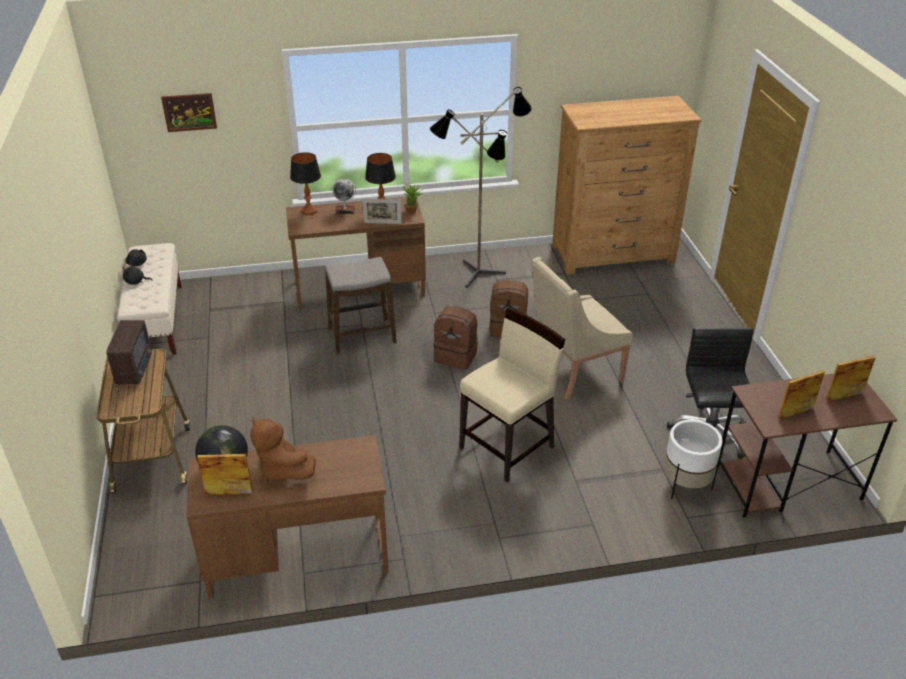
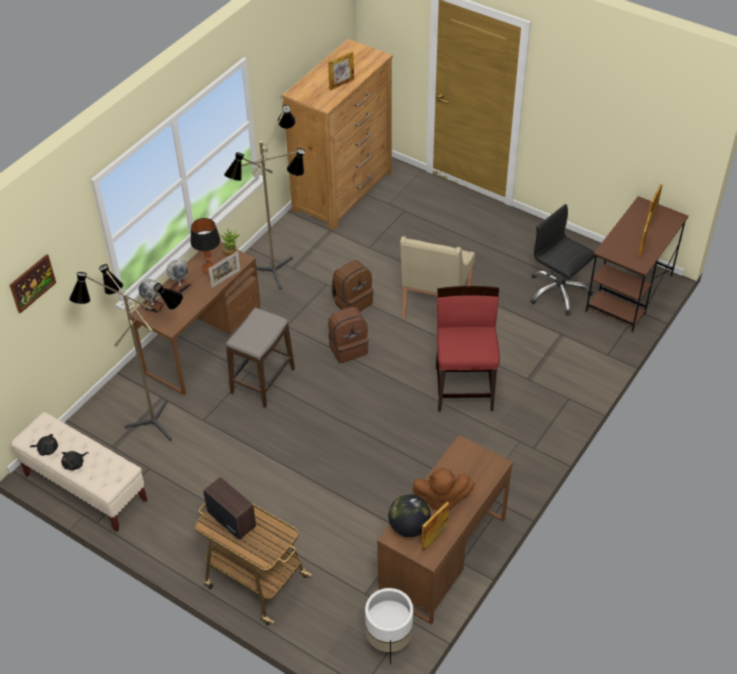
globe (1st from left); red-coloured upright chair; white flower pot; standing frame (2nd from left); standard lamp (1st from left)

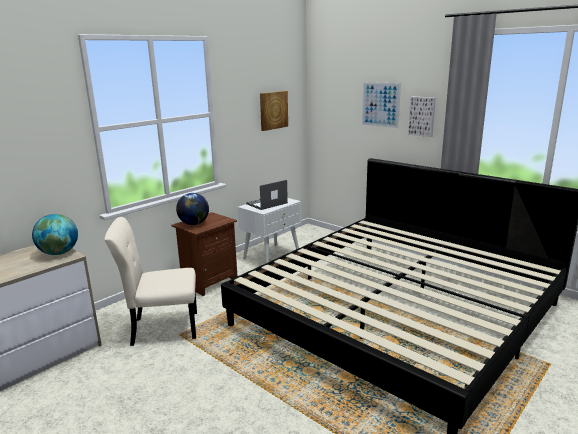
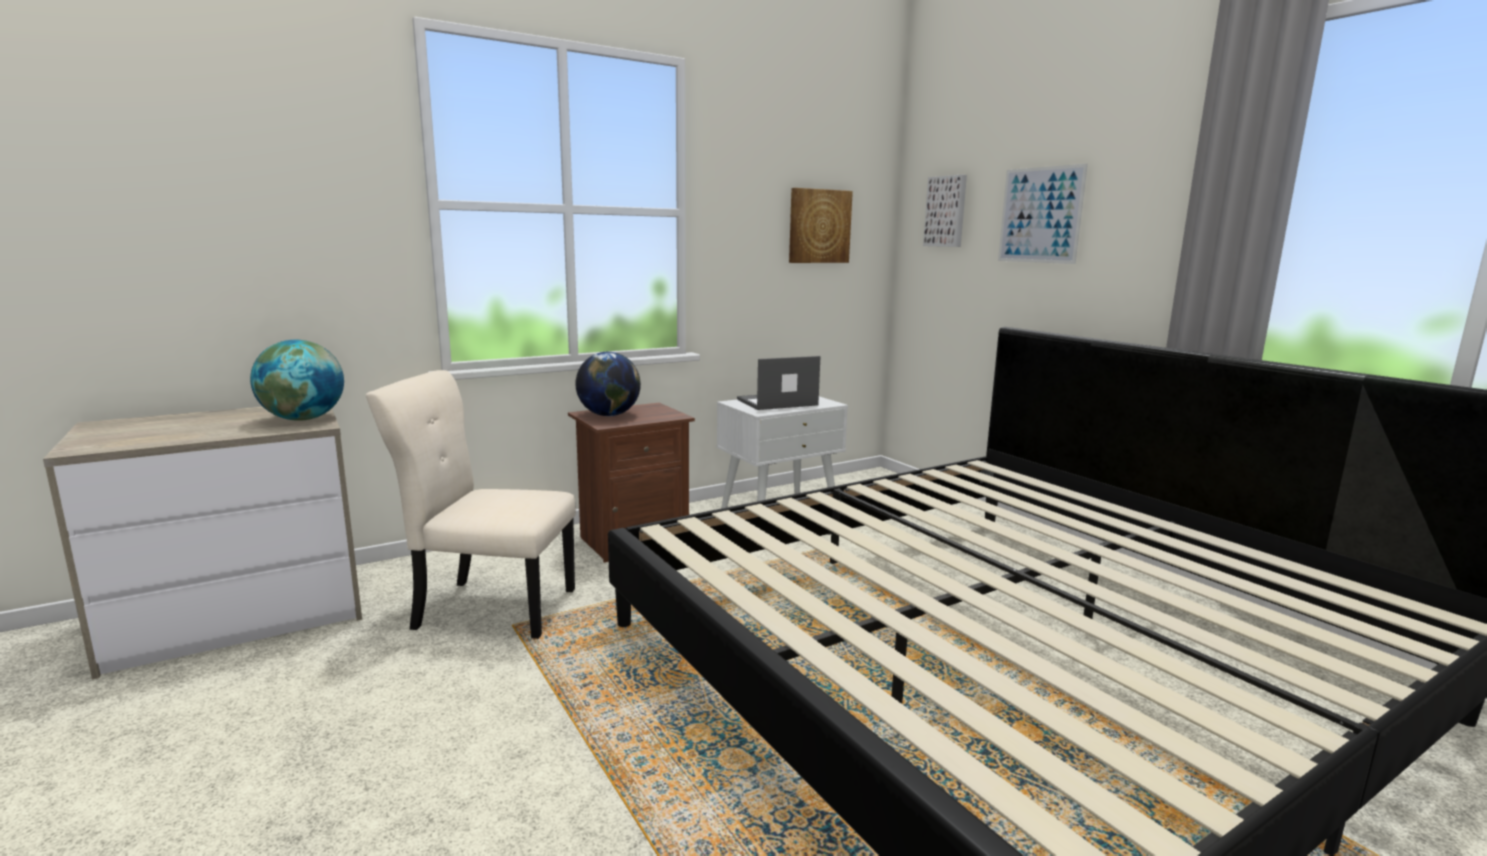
wall art (2nd from left)

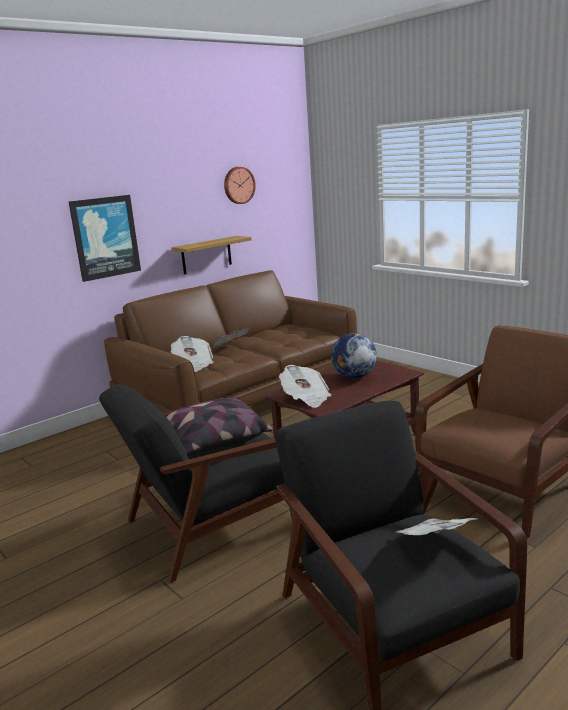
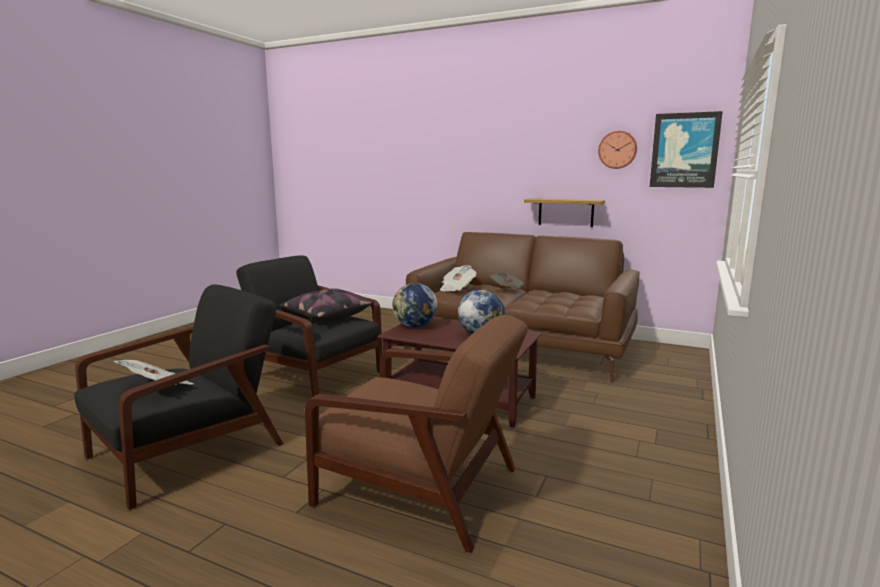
wall art; globe (1st from left)

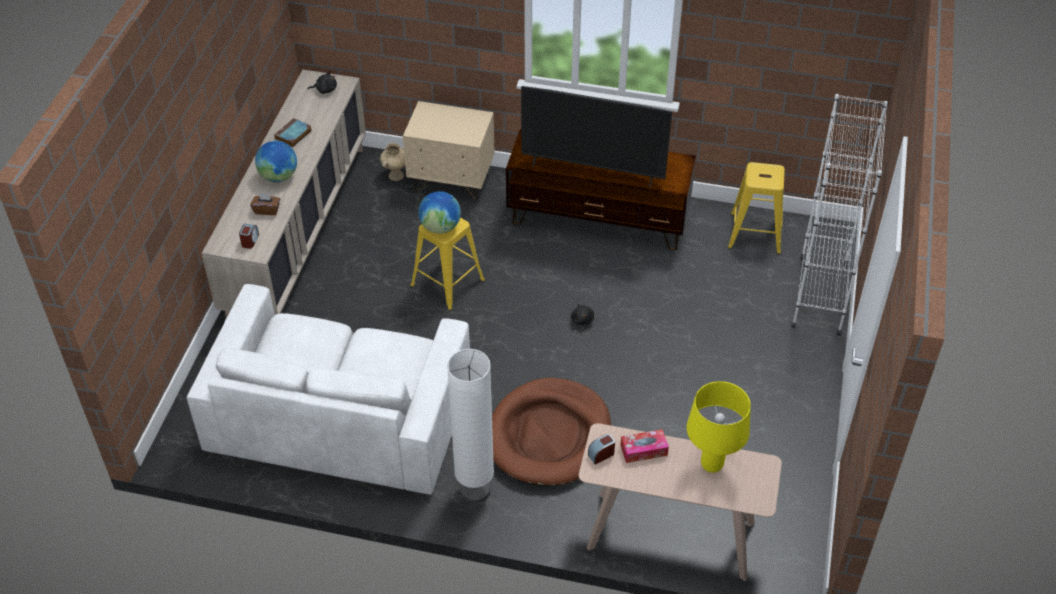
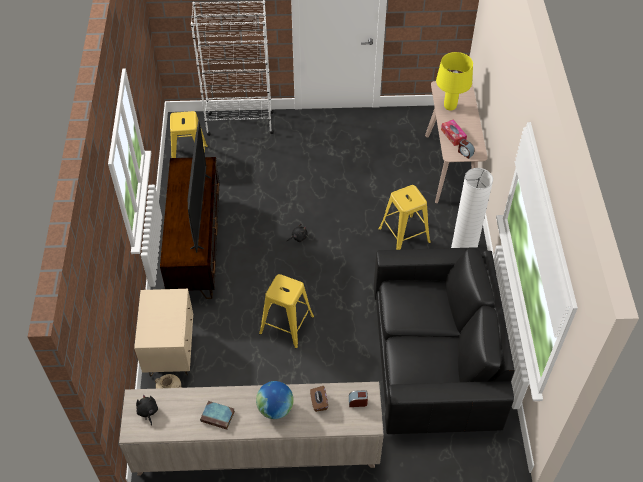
globe (2nd from left in the first image); blackish settee; yellow-coloured stool seat (3rd from left)

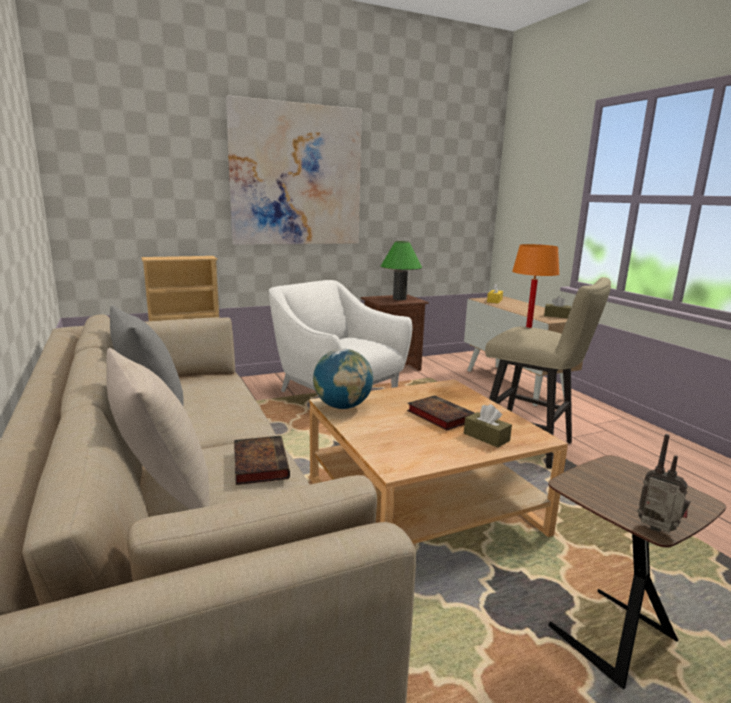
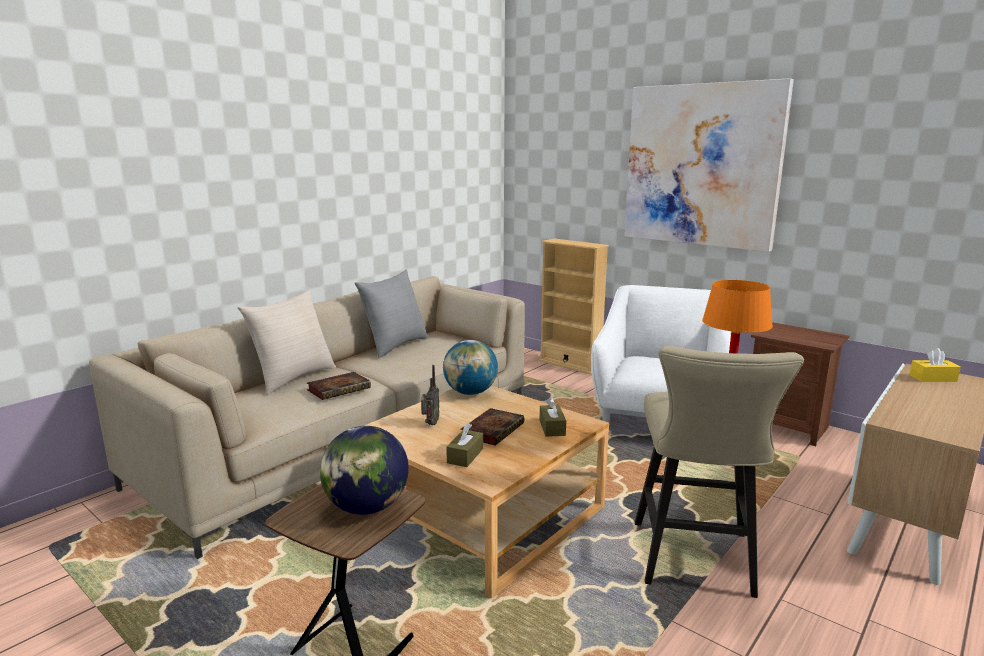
greenish table lamp; brown tissue holder (2nd from left); radio receiver; globe (1st from left)

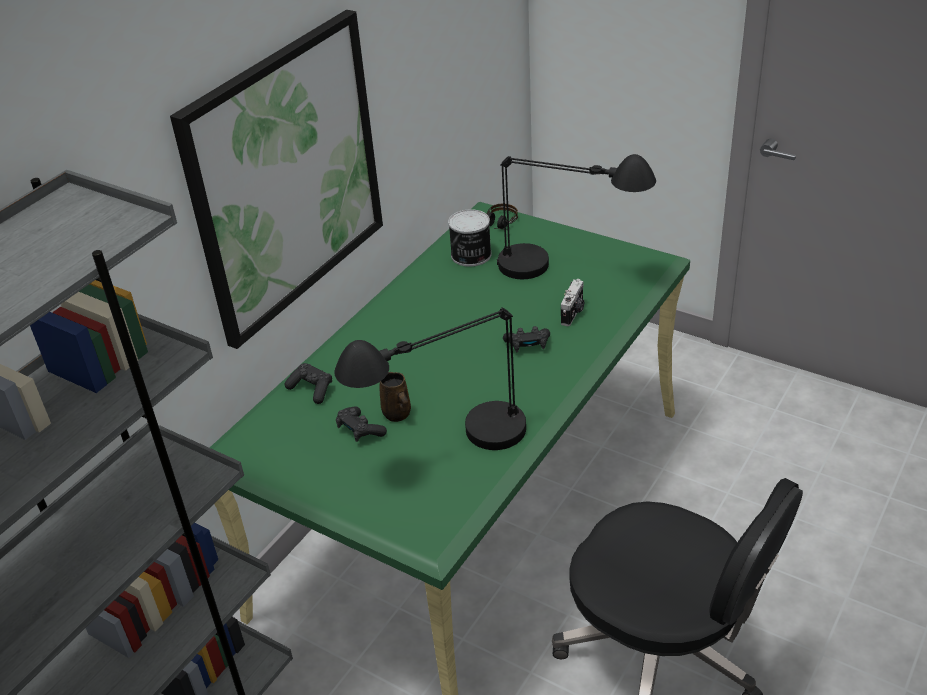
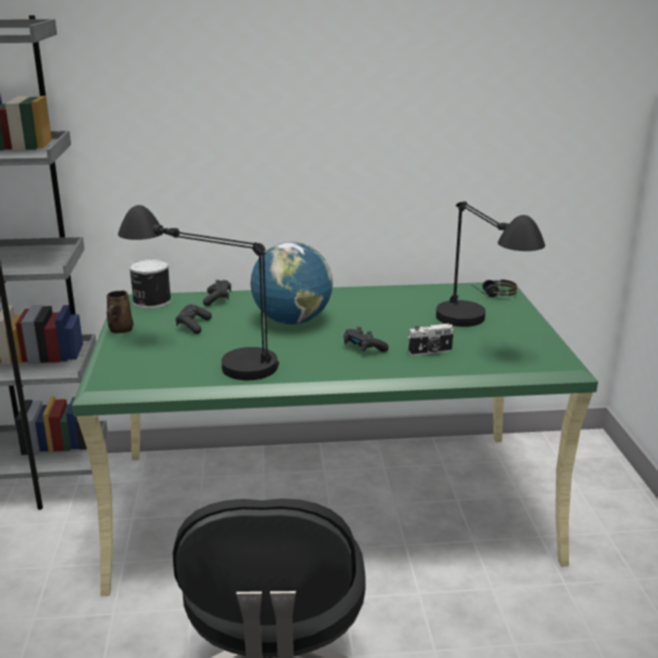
wall art; sealed can; brown coffee mug; globe

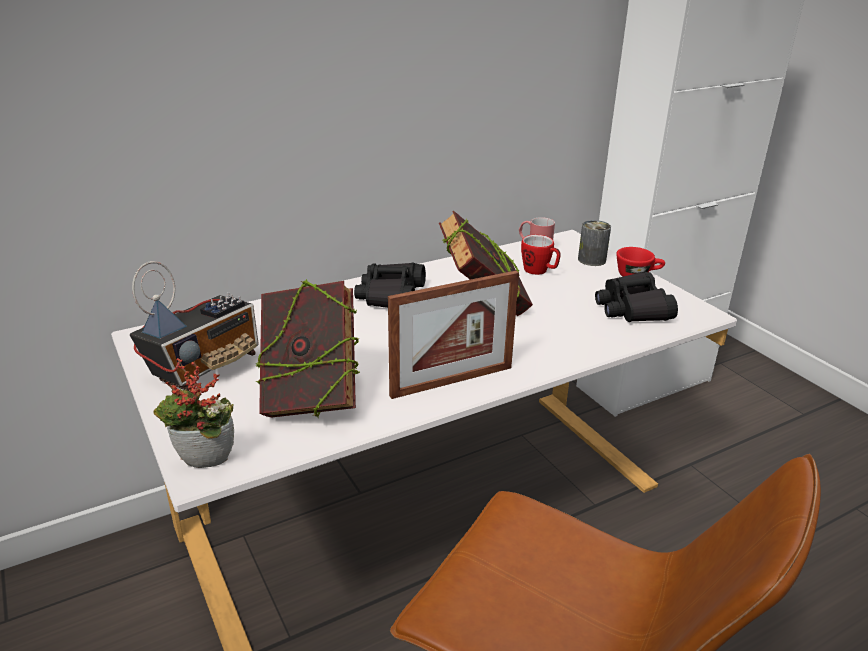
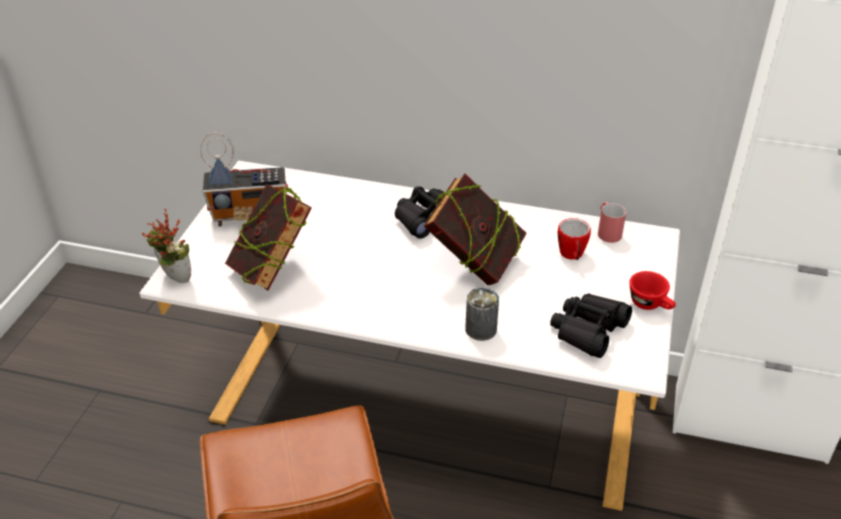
sealed can; standing frame

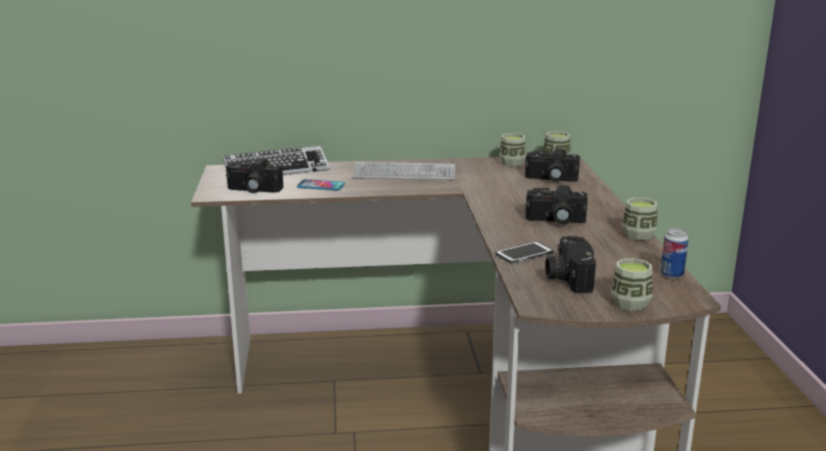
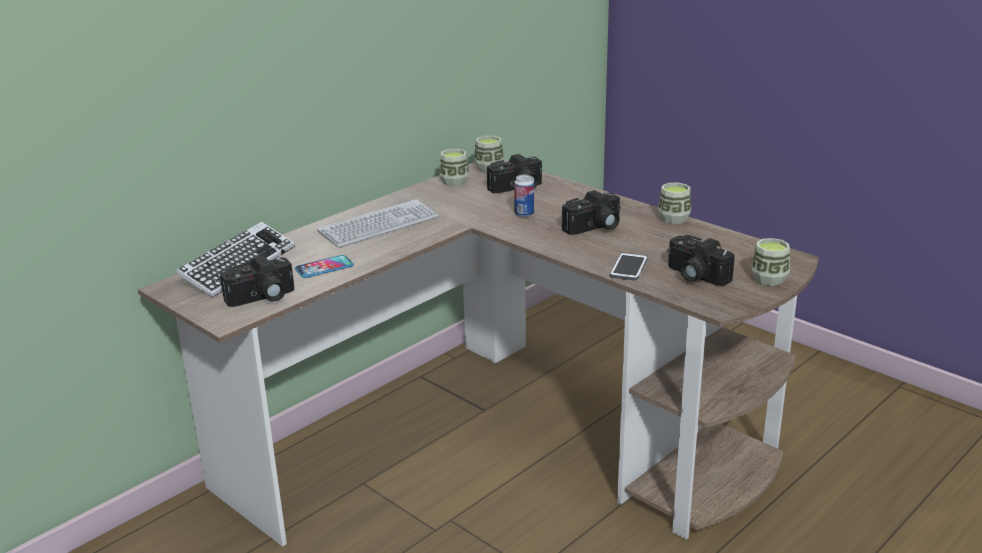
sealed can

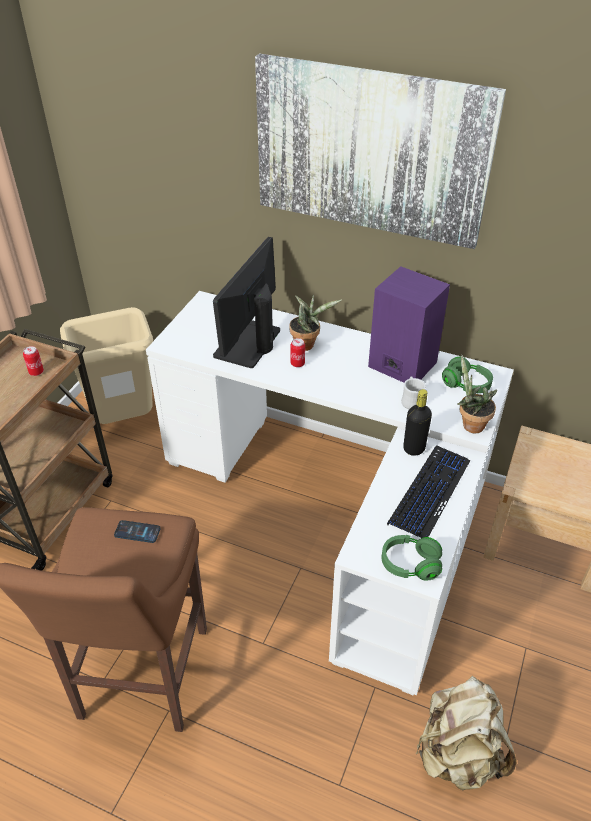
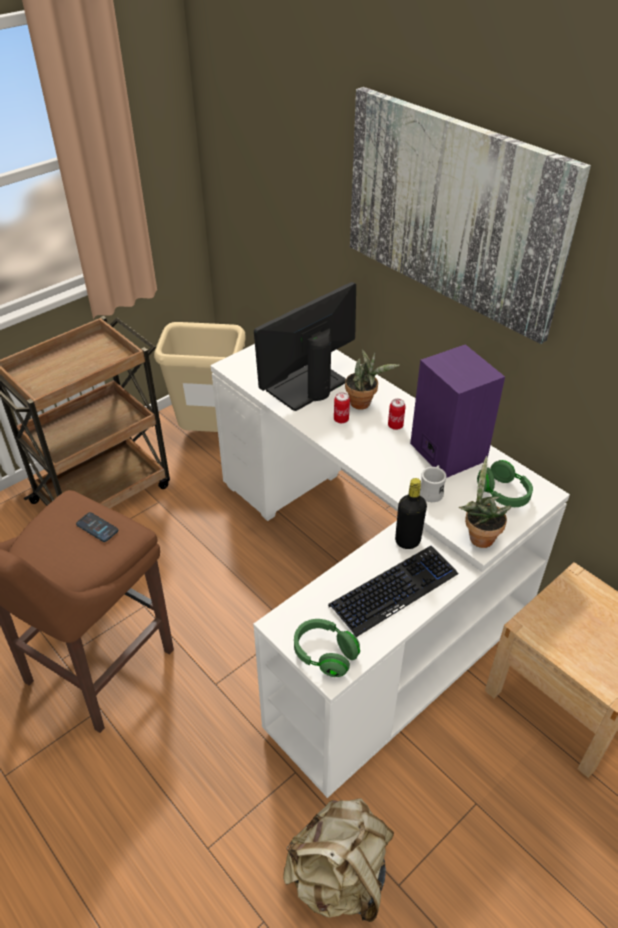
sealed can (2nd from left)

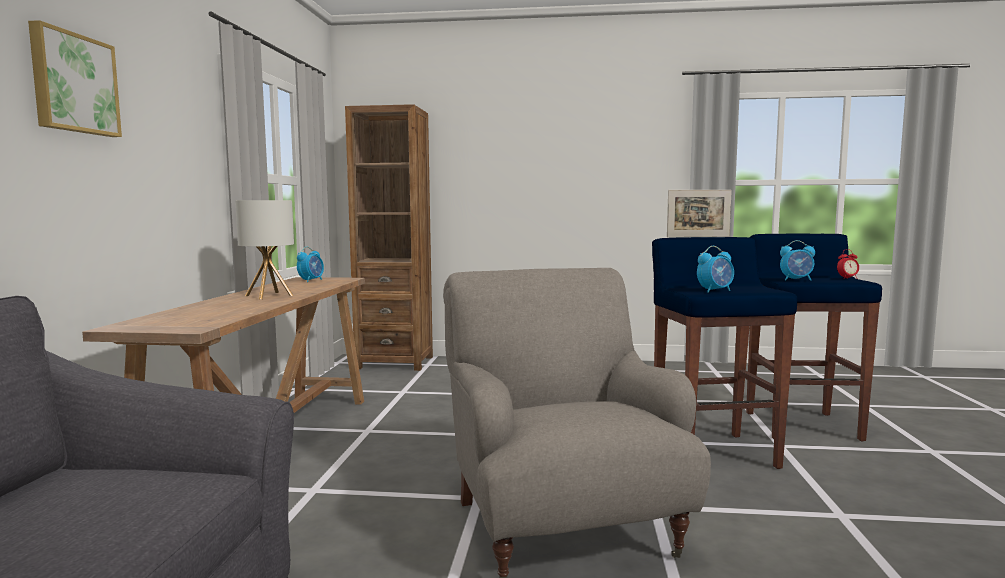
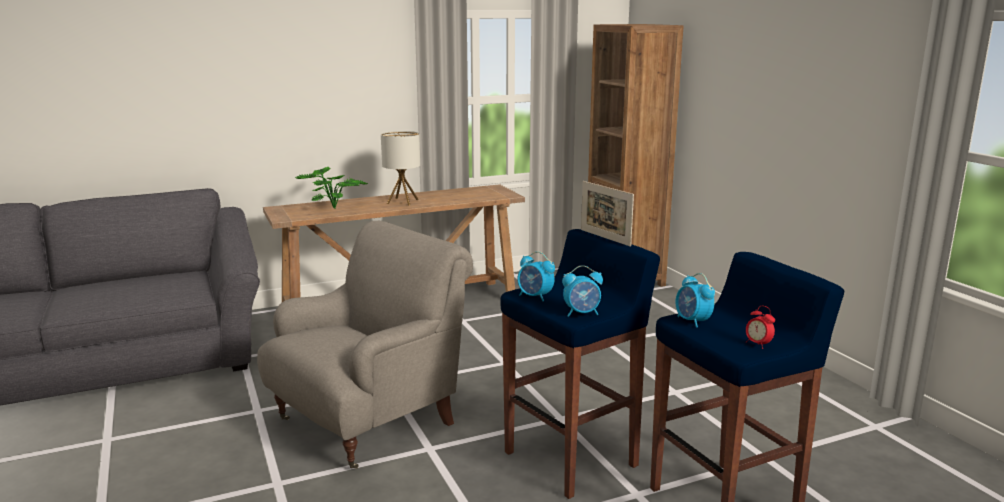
wall art; table clock (2nd from left); houseplant

